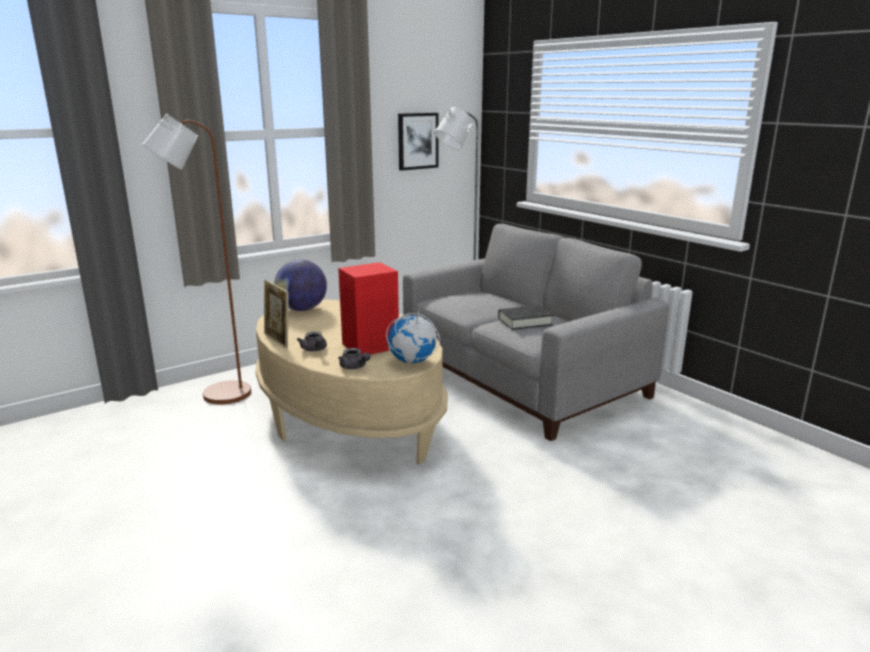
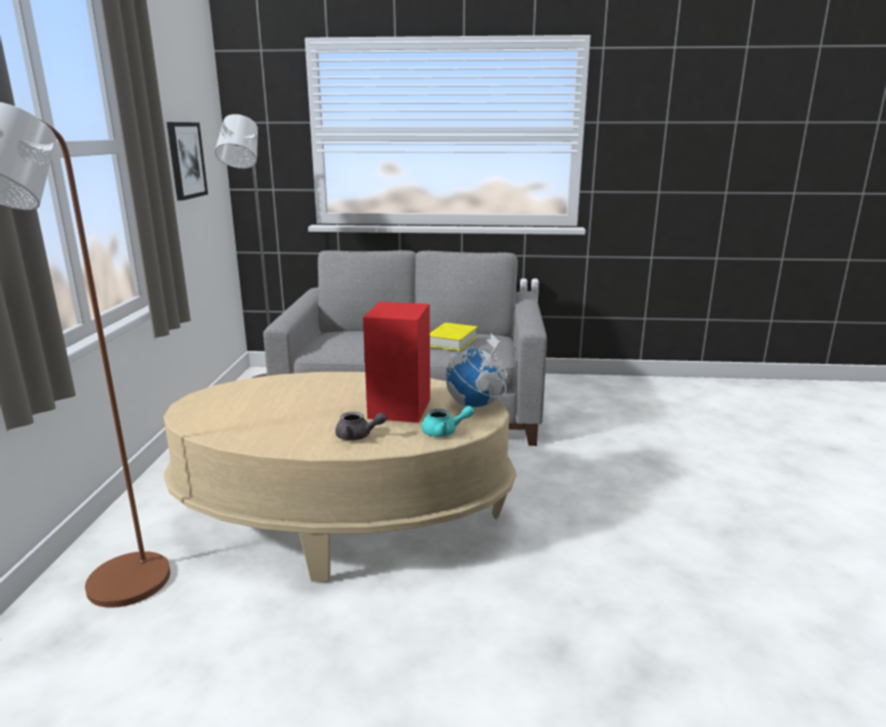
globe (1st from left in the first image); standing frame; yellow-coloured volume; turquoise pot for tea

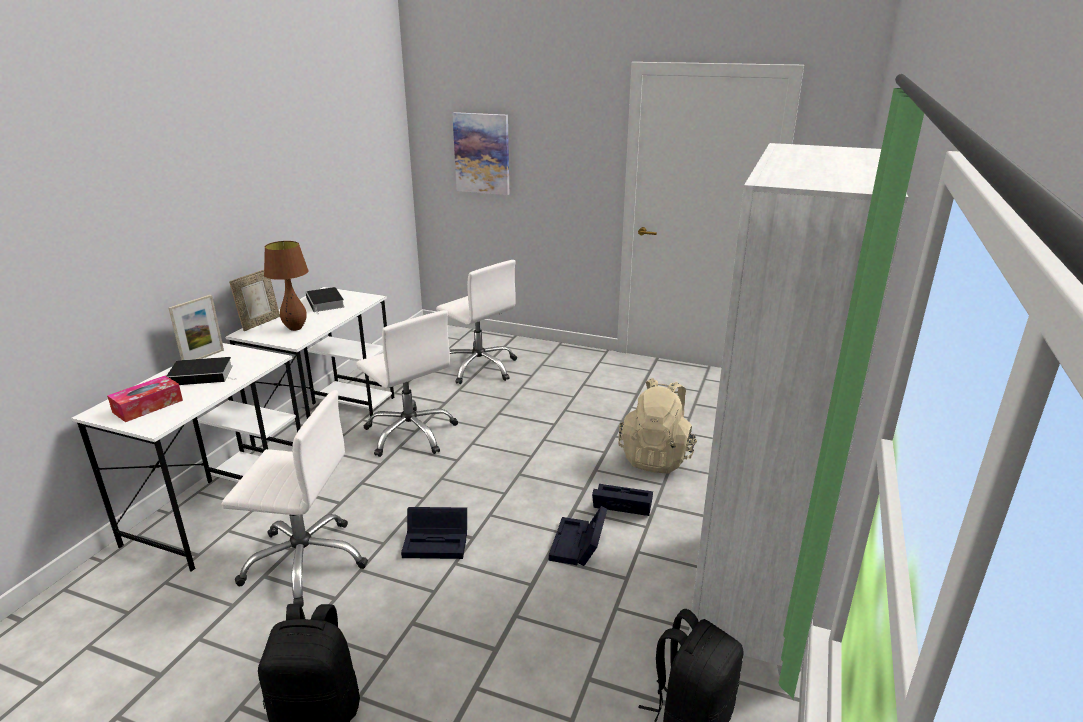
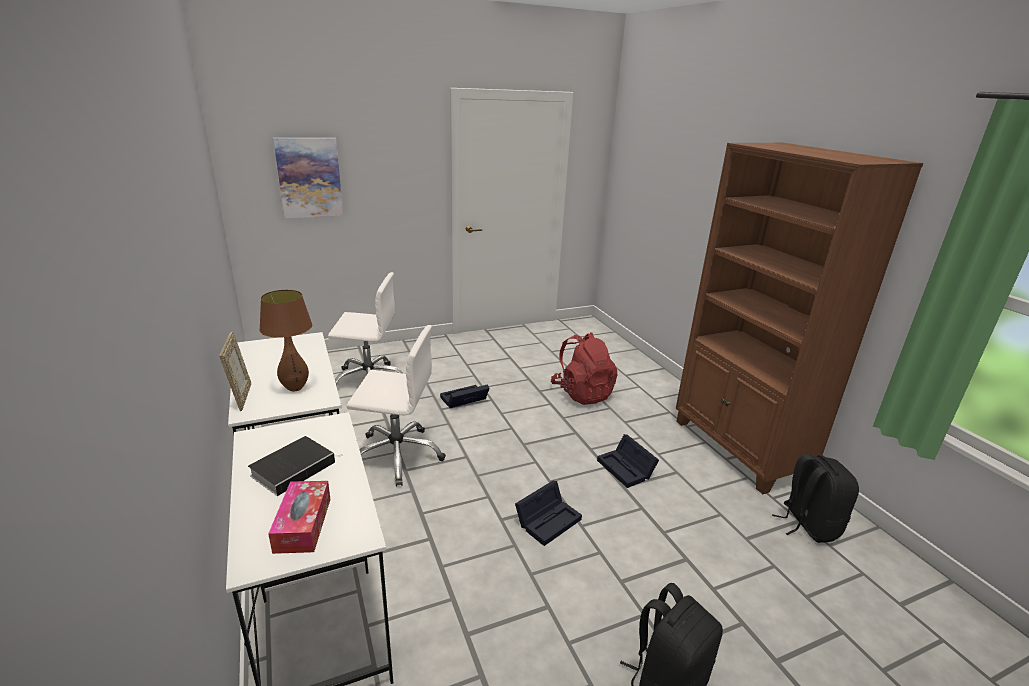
brown shelving unit; volume (2nd from left in the first image); standing frame (1st from left in the first image); red-coloured rucksack; white computer chair (1st from left in the first image); blackish storage bin (1st from left)

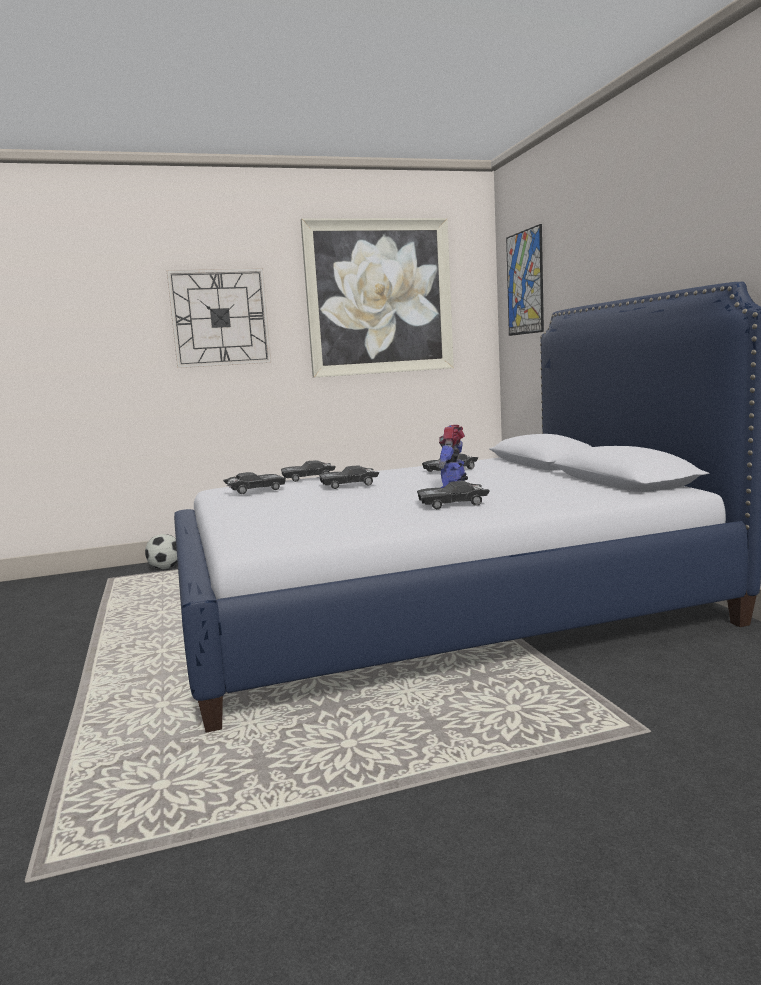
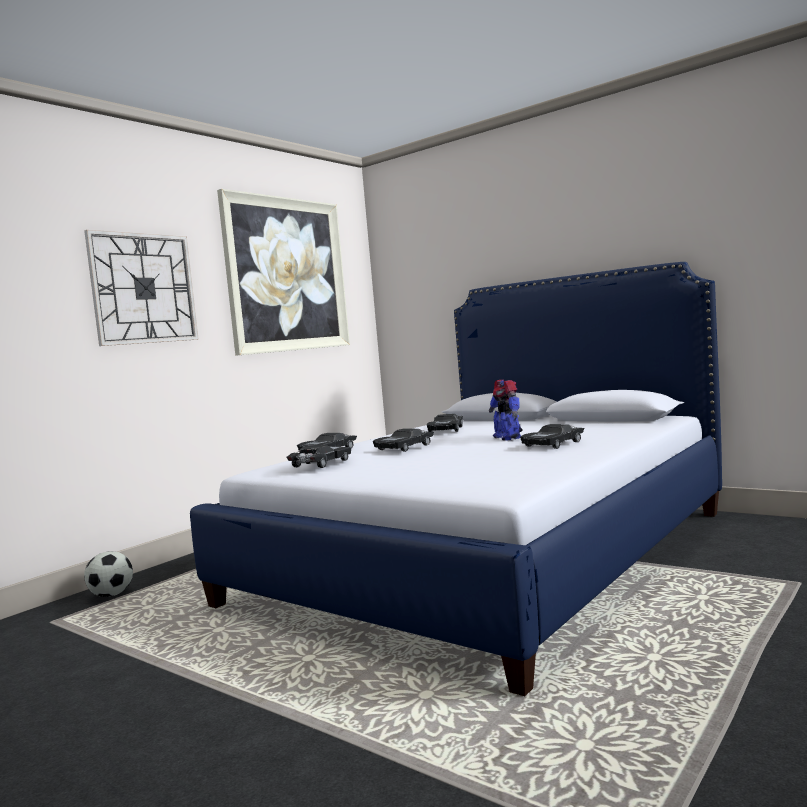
wall art (2nd from left in the first image)

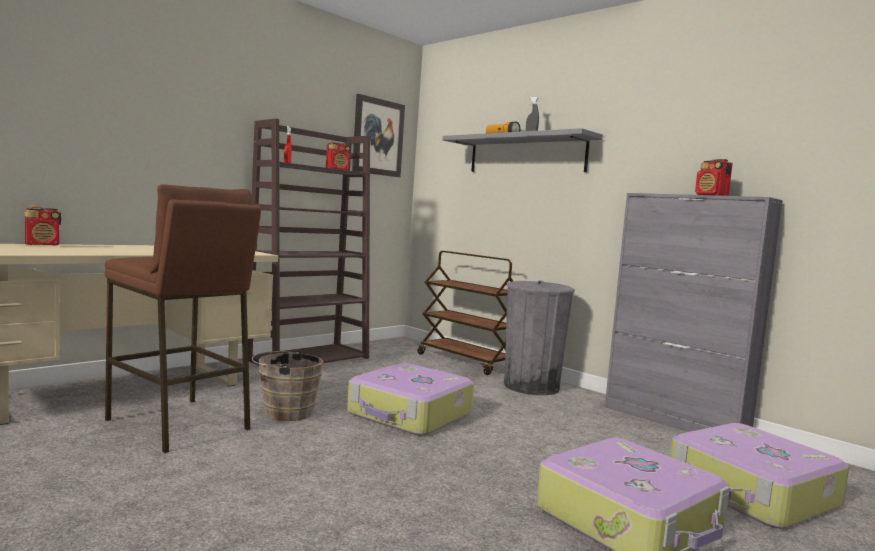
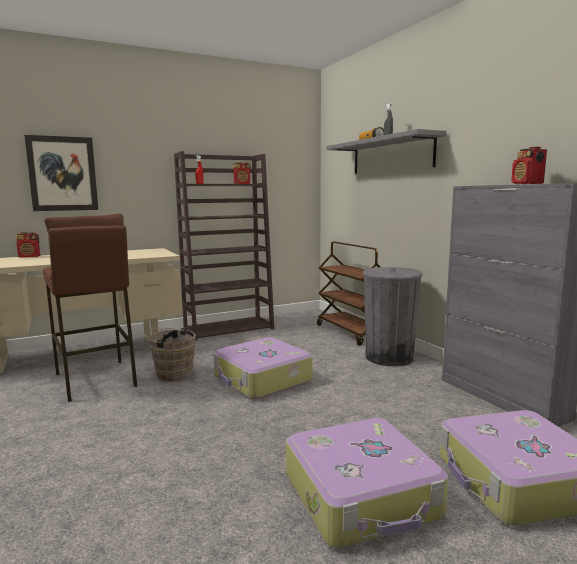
wall art

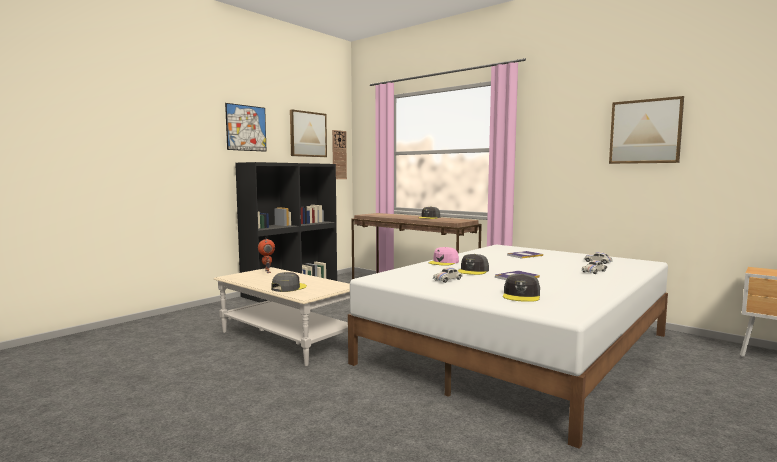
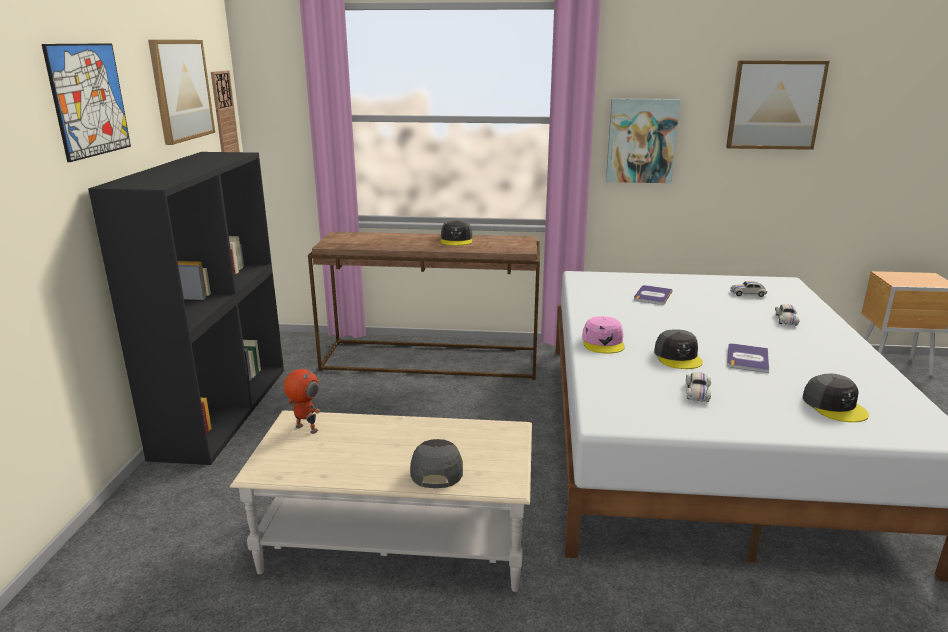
wall art (3rd from left)

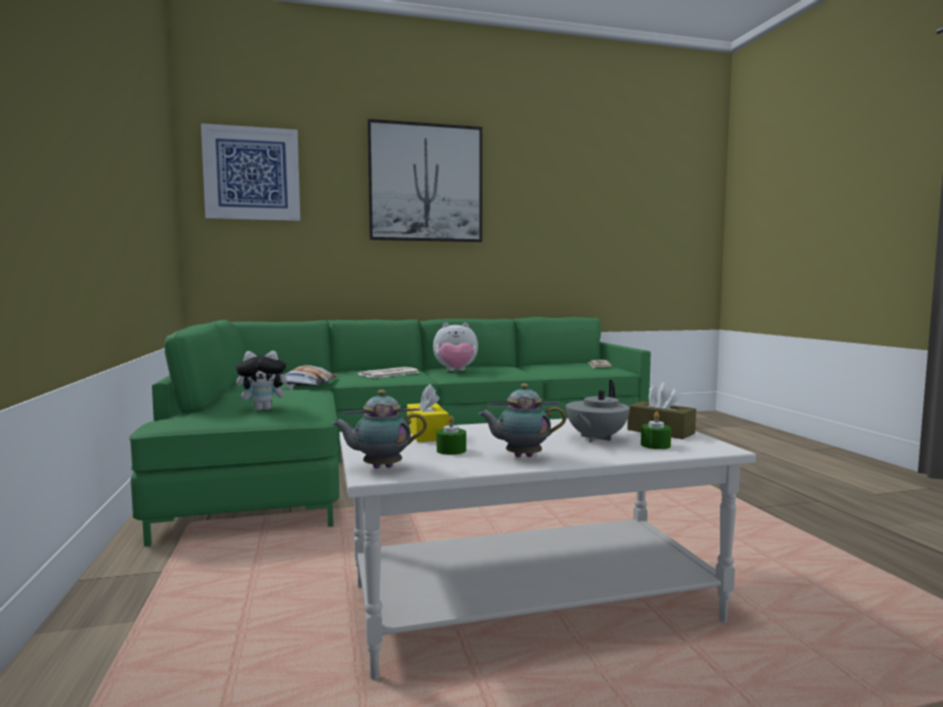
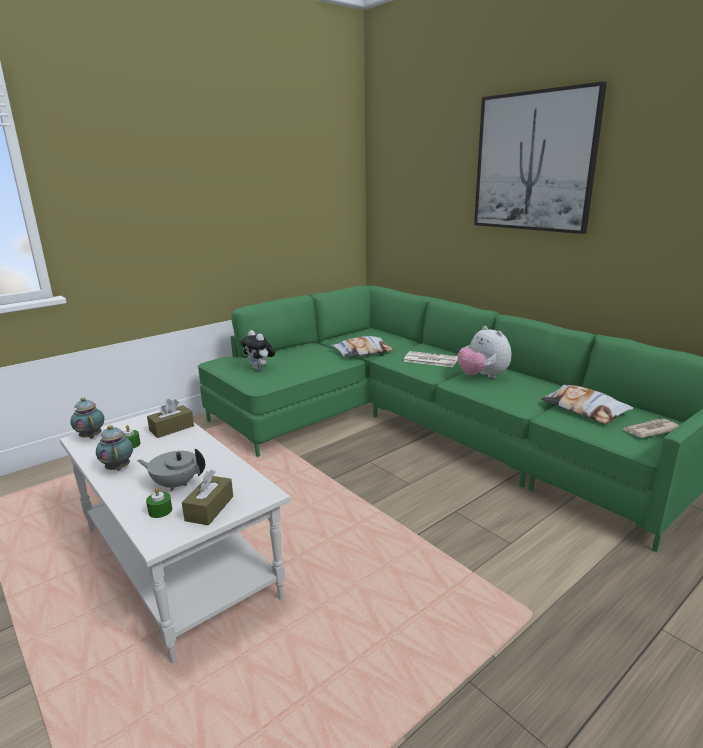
wall art (1st from left in the first image); brown tissue holder (1st from left); throw pillow (2nd from left)

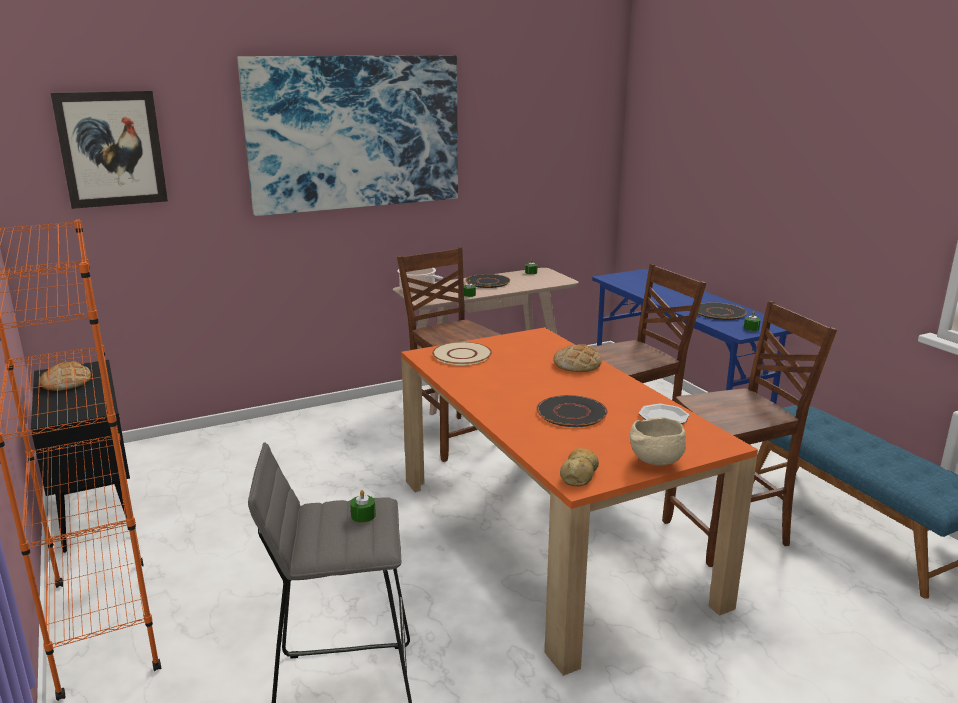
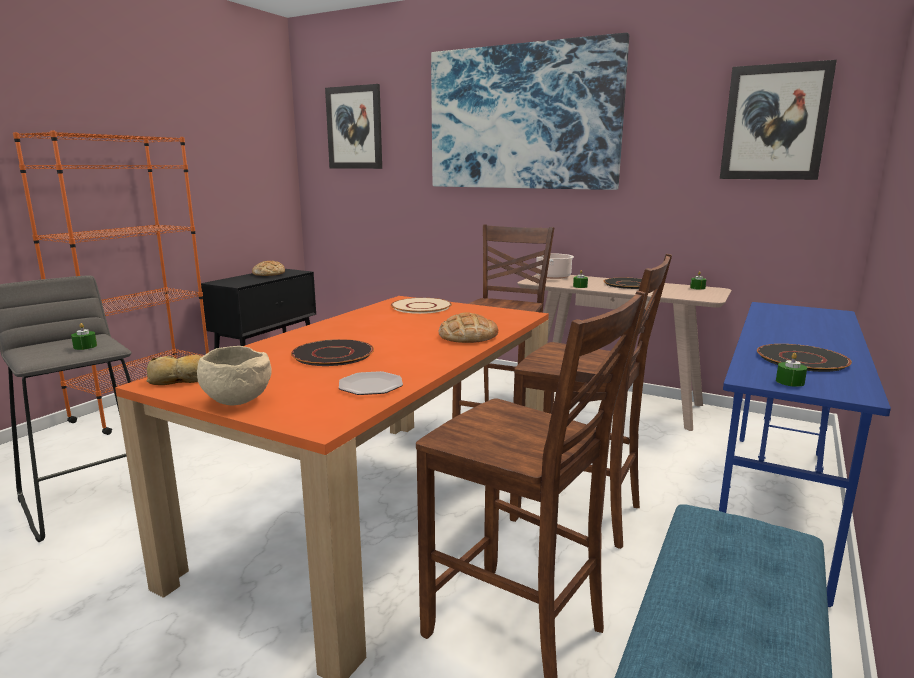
wall art (3rd from left)

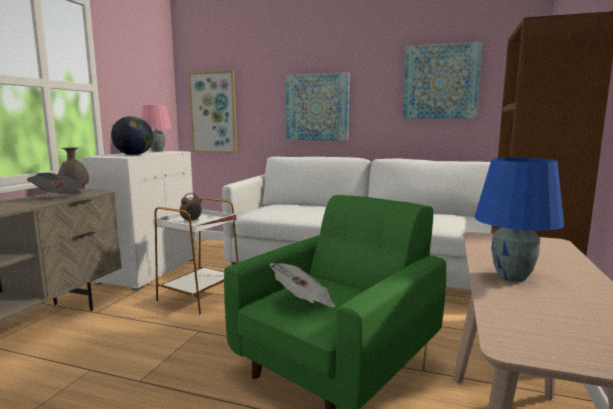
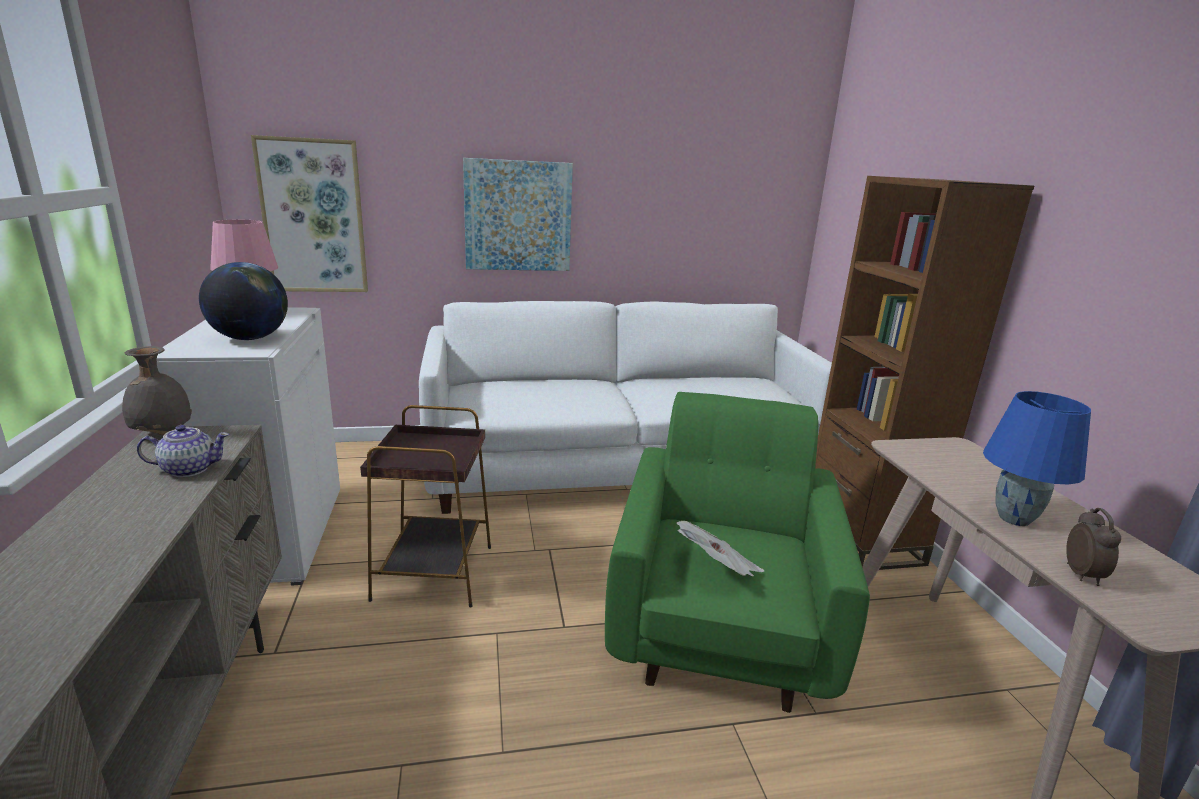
wall art (3rd from left in the first image); pot for tea; table clock; brown end table

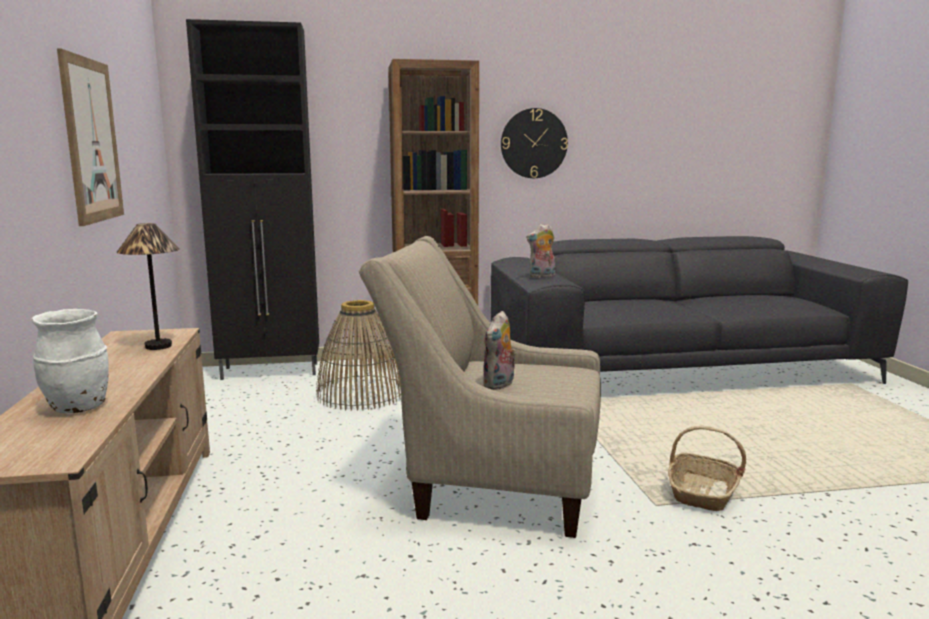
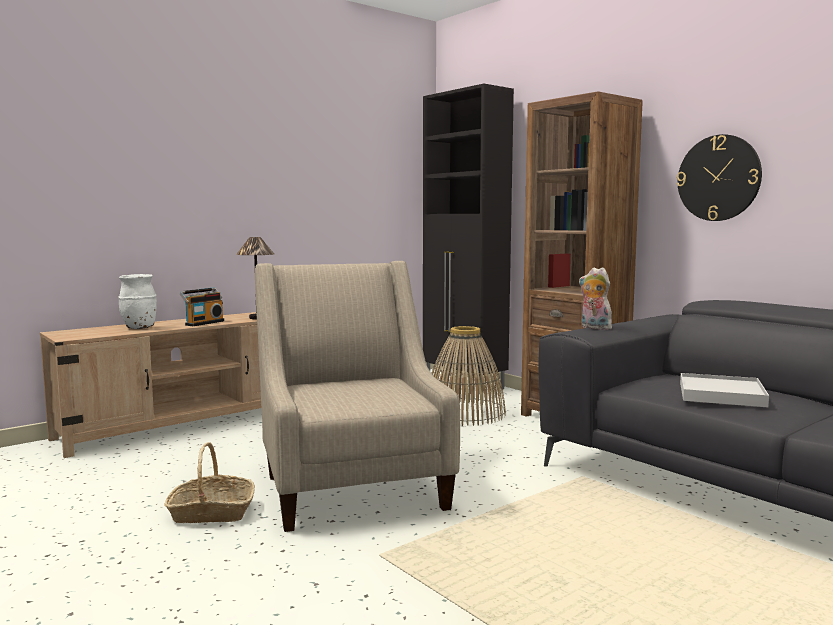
wall art; soft toy (1st from left in the first image); household basket (1st from left); radio receiver; white serving tray

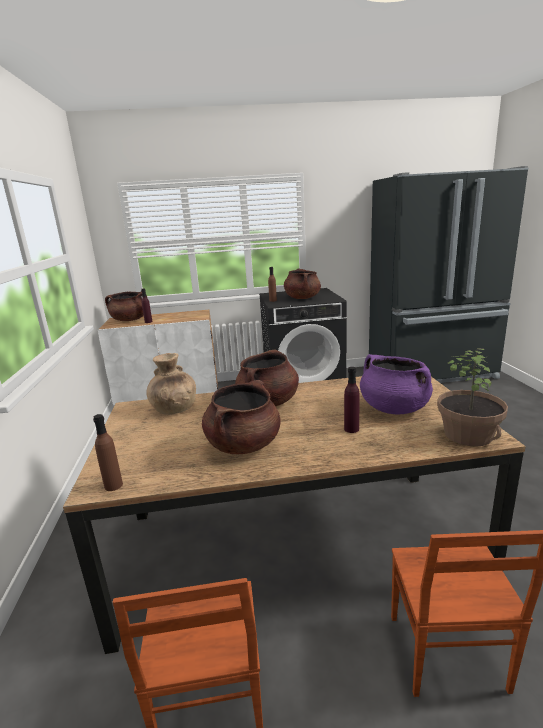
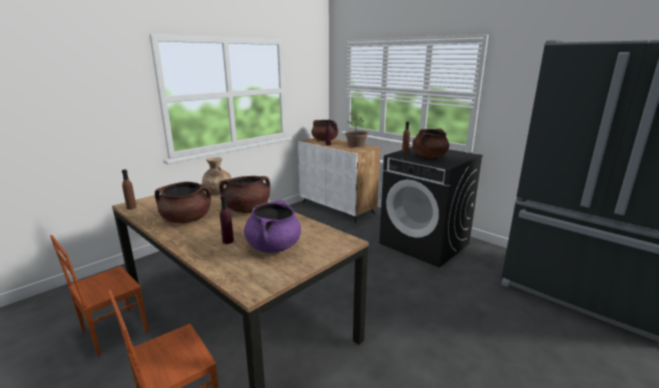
houseplant

